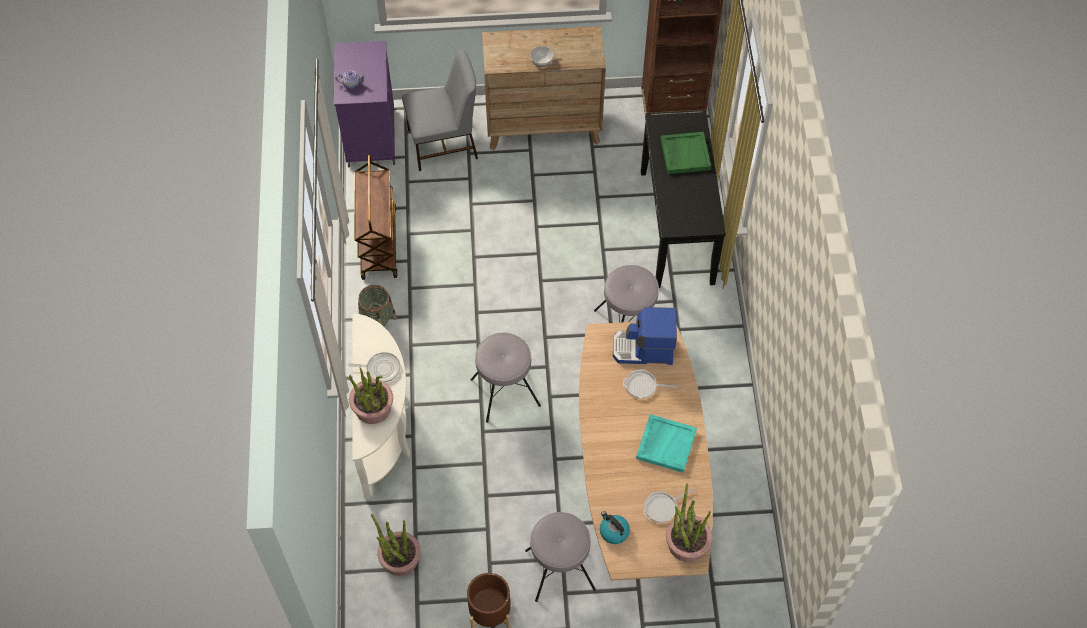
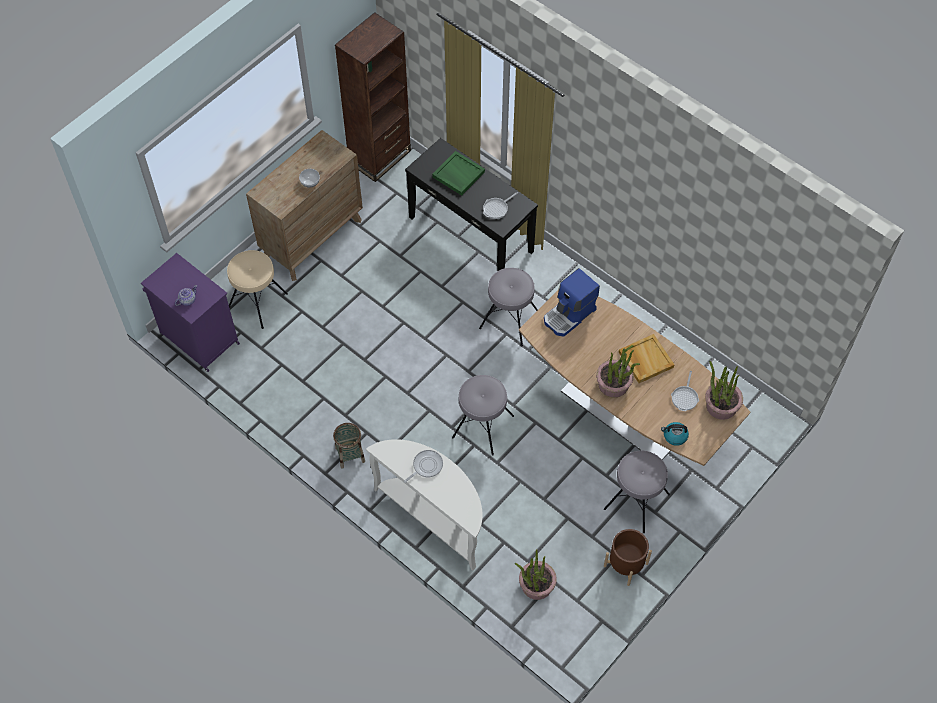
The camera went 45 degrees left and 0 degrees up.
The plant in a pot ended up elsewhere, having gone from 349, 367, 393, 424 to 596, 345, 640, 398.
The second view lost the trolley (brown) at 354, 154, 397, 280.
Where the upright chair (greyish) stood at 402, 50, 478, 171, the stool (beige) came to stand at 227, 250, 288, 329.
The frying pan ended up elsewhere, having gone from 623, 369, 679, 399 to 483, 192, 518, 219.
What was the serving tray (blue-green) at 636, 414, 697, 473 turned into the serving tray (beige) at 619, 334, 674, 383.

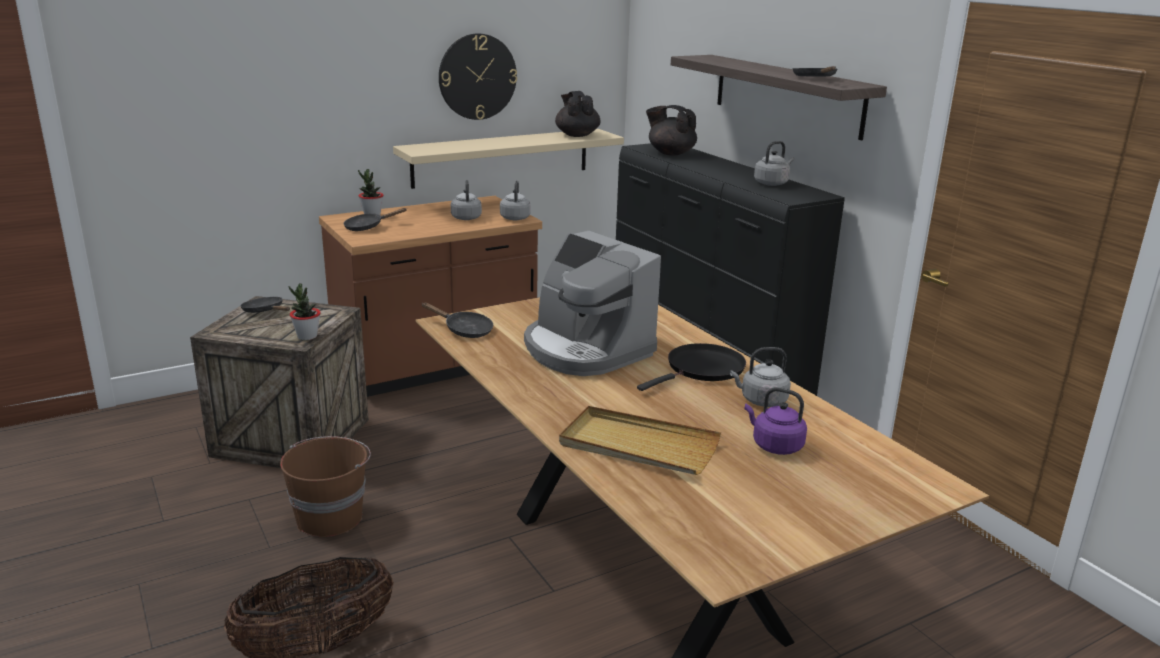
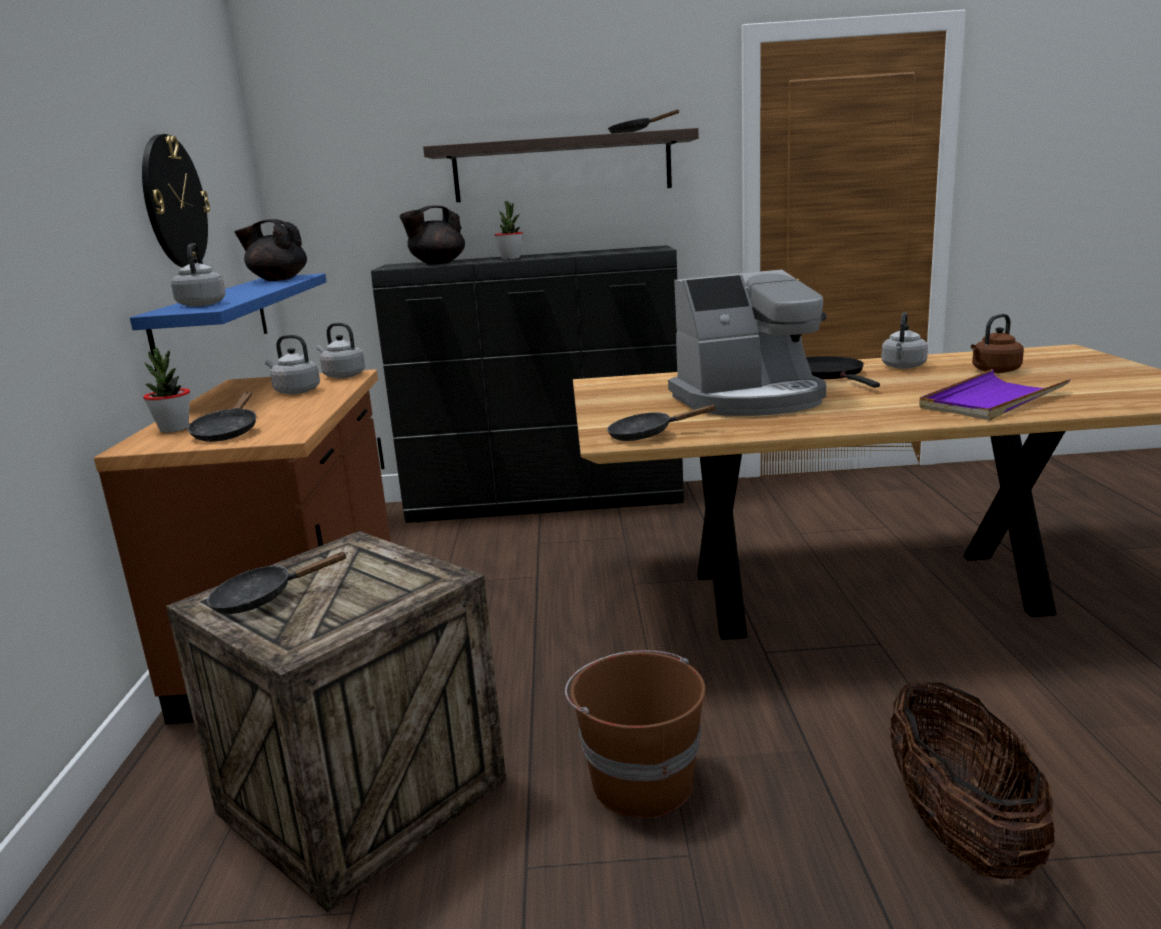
The camera went 60 degrees left and 5 degrees down.
The plant in a pot ended up elsewhere, having gone from 288, 283, 321, 340 to 494, 201, 523, 260.
What was the shelf (beige) at 393, 129, 624, 189 turned into the shelf (bluish) at 130, 273, 327, 371.
The frying pan (blackish) at 422, 303, 493, 338 ended up facing another way, 150 degrees counterclockwise from before.
What was the serving tray (beige) at 559, 406, 721, 475 turned into the serving tray (purple-coloured) at 919, 369, 1071, 420.
What was the kettle (purple-coloured) at 745, 387, 807, 455 turned into the kettle (brown) at 971, 314, 1024, 373.
The kettle (greyish) ended up elsewhere, having gone from 754, 141, 794, 186 to 171, 243, 226, 307.

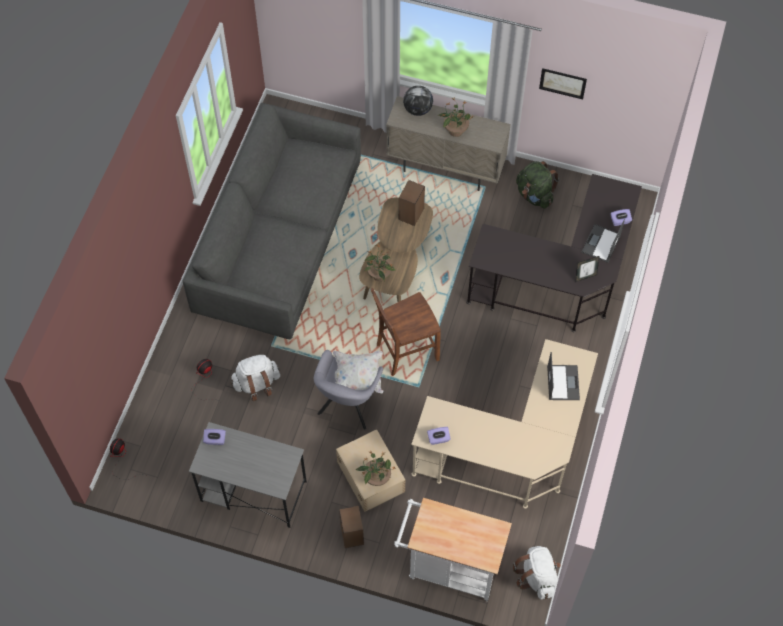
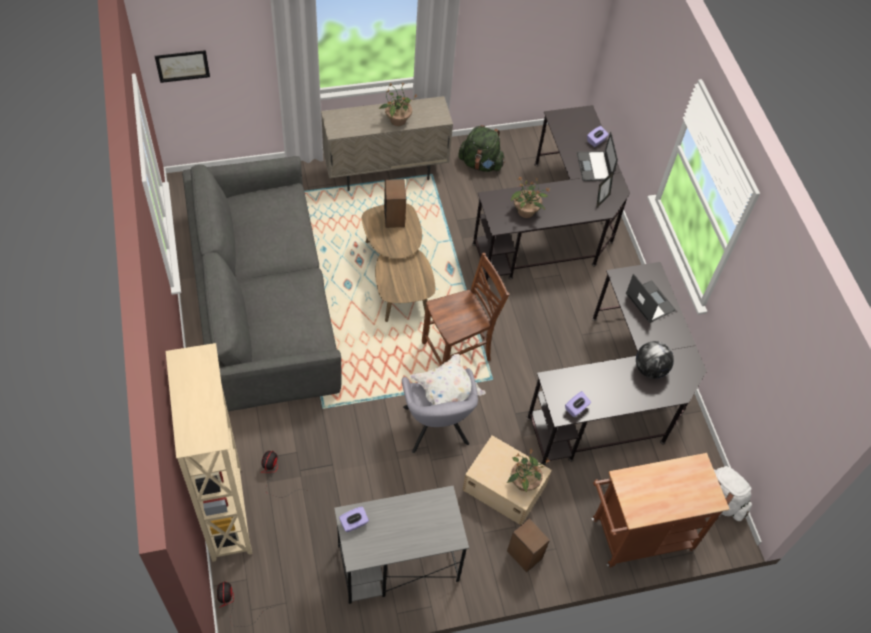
The camera went 35 degrees left and 5 degrees down.
The second view lost the knapsack (white-coloured) at 231, 355, 280, 401.
The plant in a pot ended up elsewhere, having gone from 365, 244, 396, 281 to 511, 176, 551, 218.
The upright chair (brown) at 371, 288, 441, 376 ended up facing another way, 150 degrees counterclockwise from before.
What was the trolley (white-coloured) at 394, 498, 512, 601 turned into the trolley (brown) at 591, 453, 729, 568.
The world globe ended up elsewhere, having gone from 403, 86, 433, 116 to 636, 341, 674, 379.
What was the desk unit (beige) at 411, 339, 598, 509 turned into the desk unit (blackish) at 526, 262, 707, 466.
The picture ended up elsewhere, having gone from 539, 68, 587, 99 to 155, 50, 210, 83.
The second view gained the bookshelf (beige) at 166, 343, 253, 562.

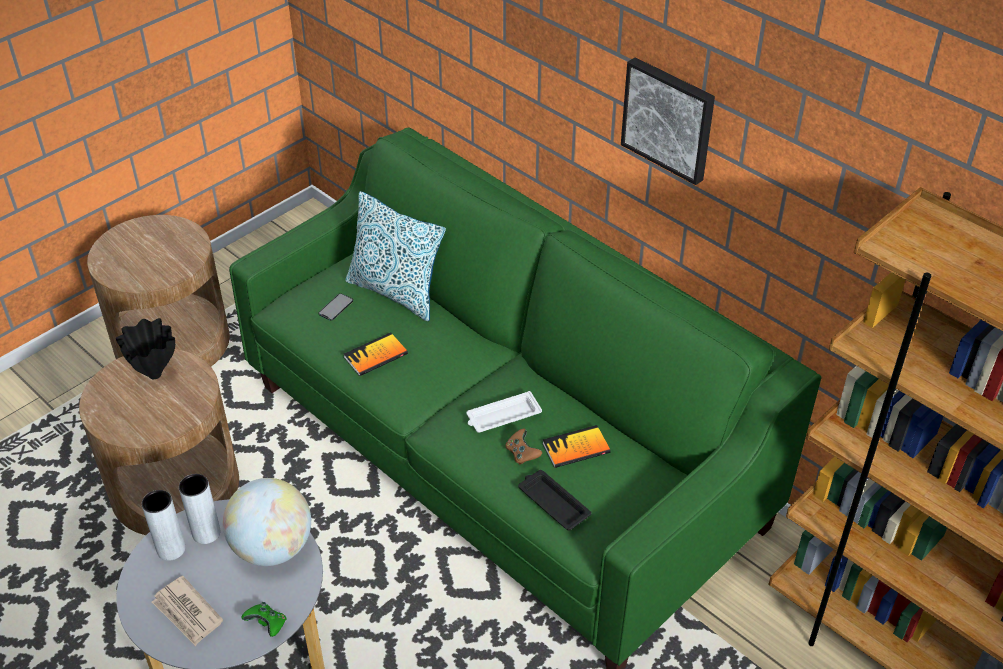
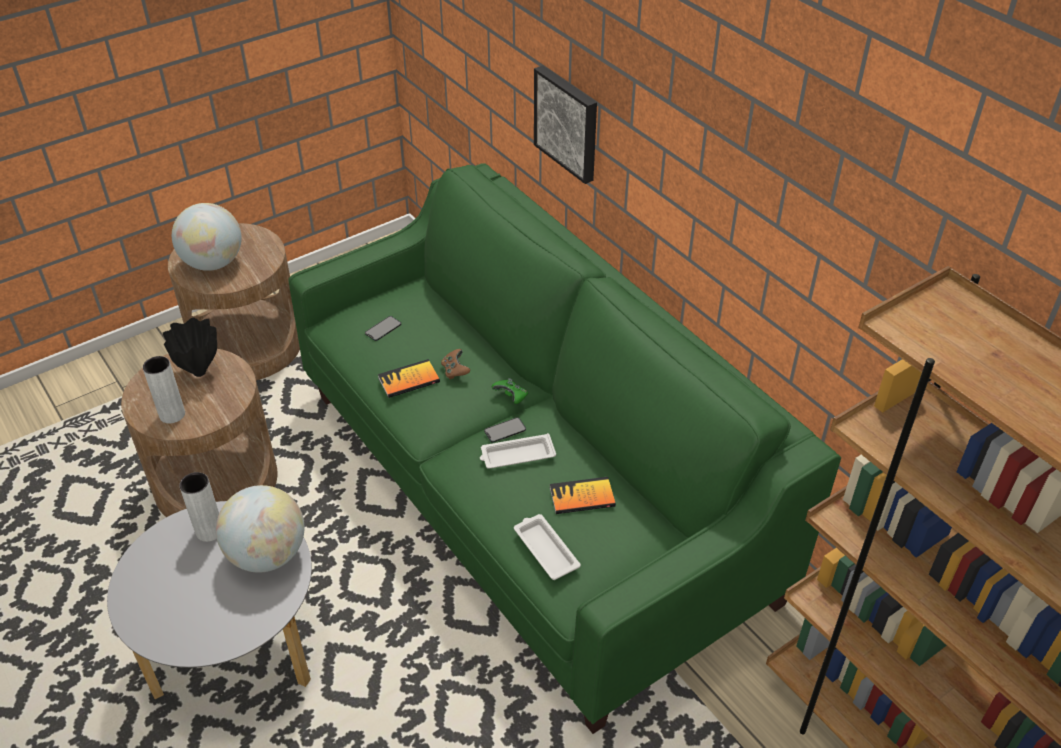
The camera went 10 degrees right and 0 degrees up.
The decorative vase (greyish) ended up elsewhere, having gone from 142, 490, 186, 561 to 143, 356, 185, 424.
The second view lost the newspaper at 152, 576, 223, 646.
The game controller (green-coloured) ended up elsewhere, having gone from 242, 602, 287, 637 to 492, 378, 528, 404.
The second view lost the throw pillow at 345, 191, 446, 321.
The game controller (brown) ended up elsewhere, having gone from 506, 429, 542, 465 to 441, 349, 470, 379.
What was the serving tray (blackish) at 518, 470, 592, 531 turned into the serving tray (white-coloured) at 514, 514, 581, 580.
The picture ended up elsewhere, having gone from 621, 57, 715, 185 to 534, 65, 597, 184.
The second view gained the world globe at 172, 203, 242, 271.
The second view gained the phone at 484, 417, 526, 442.

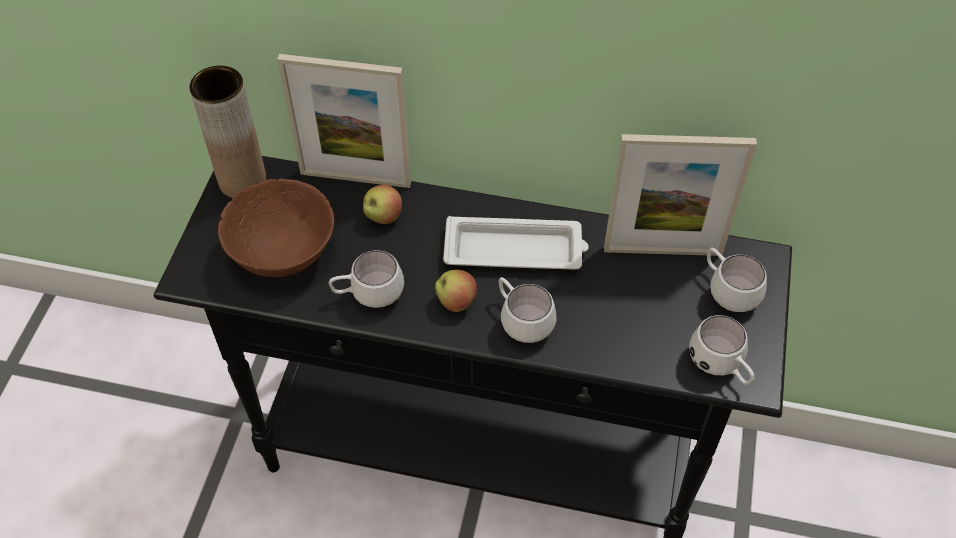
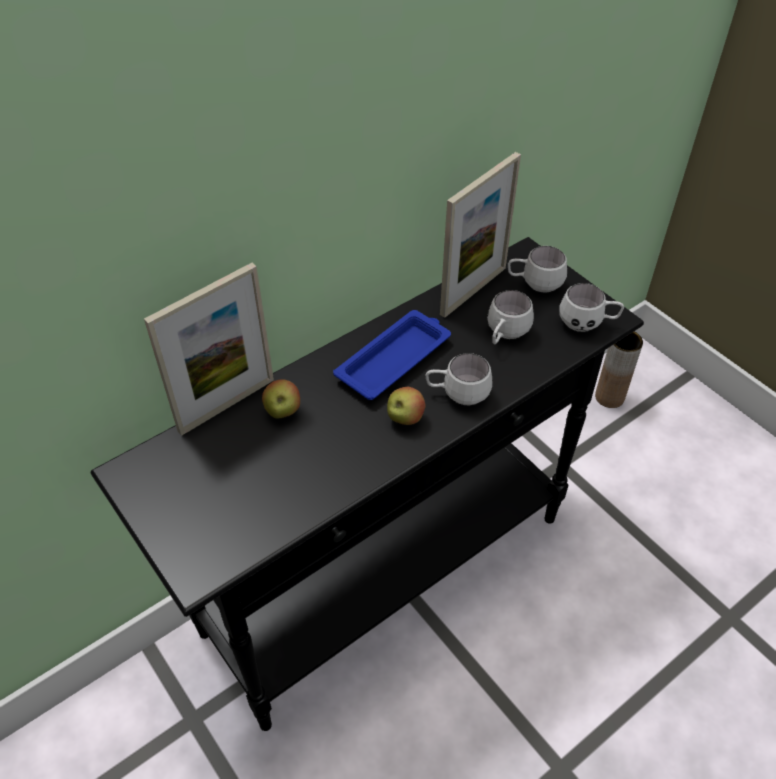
The camera went 50 degrees left and 5 degrees down.
The decorative vase (brown) ended up elsewhere, having gone from 189, 66, 266, 198 to 595, 331, 643, 408.
The second view lost the deep dish (brown) at 218, 179, 334, 277.
The tea mug (white-coloured) ended up elsewhere, having gone from 329, 250, 404, 308 to 487, 290, 534, 344.
What was the serving tray (white-coloured) at 443, 216, 589, 270 turned into the serving tray (bluish) at 333, 310, 451, 400.

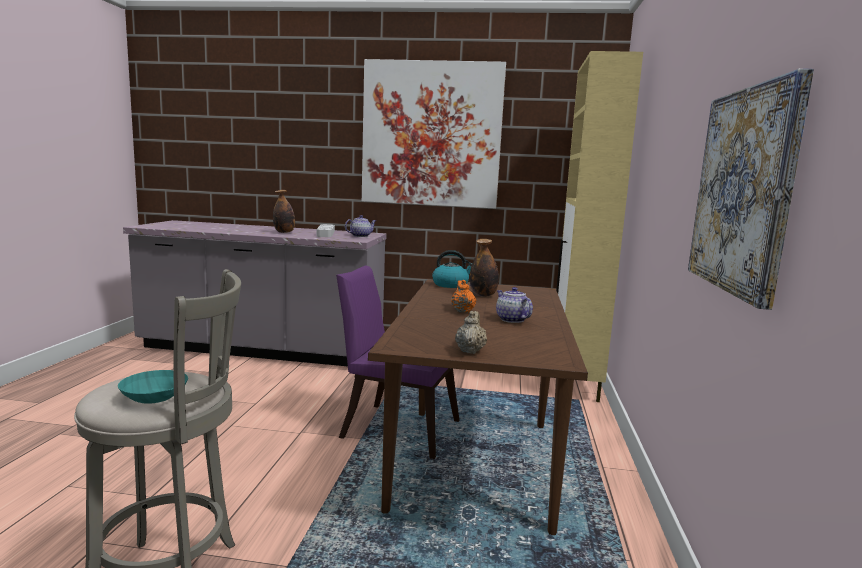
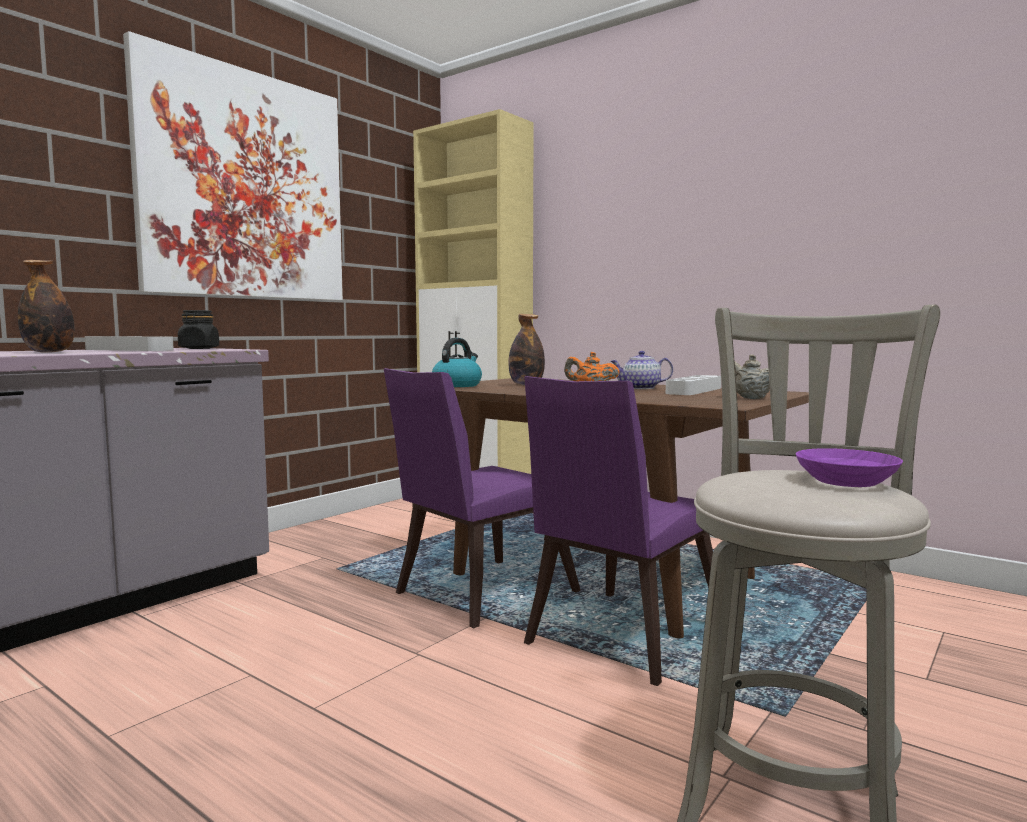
The camera went 60 degrees left and 5 degrees down.
What was the deep dish (blue-green) at 118, 370, 188, 404 turned into the deep dish (purple-coloured) at 795, 448, 903, 487.
Where the teapot stood at 345, 215, 376, 237, the jar (blackish) came to stand at 178, 310, 219, 349.
The second view lost the picture at 688, 69, 814, 310.
The second view gained the upright chair (purple-coloured) at 524, 376, 713, 686.
The second view gained the serving tray (greyish) at 666, 375, 721, 395.

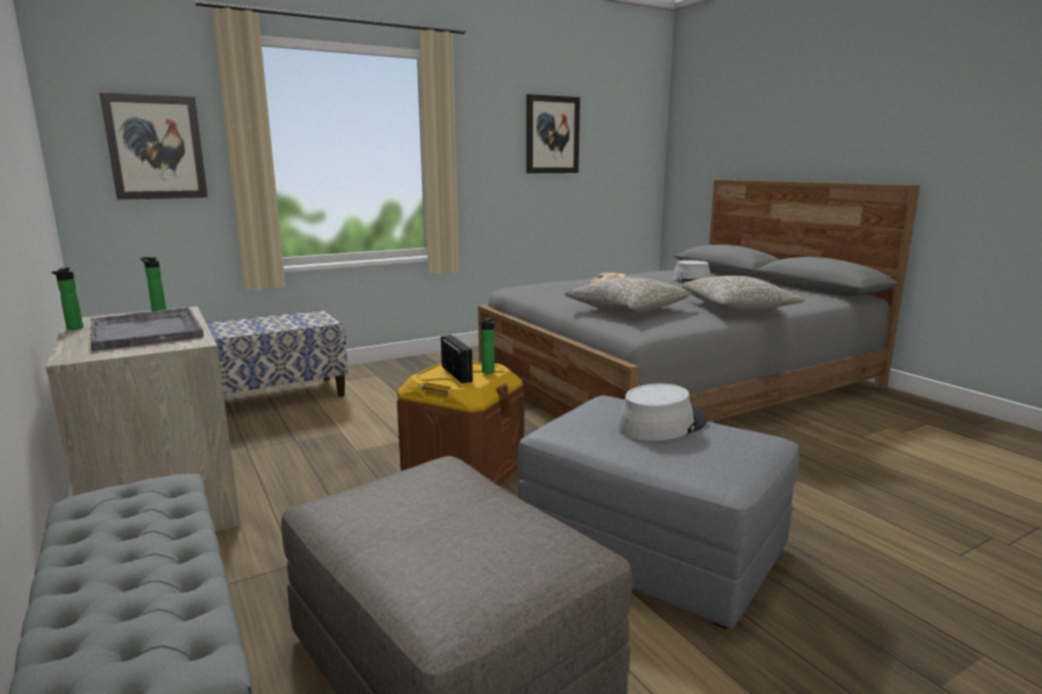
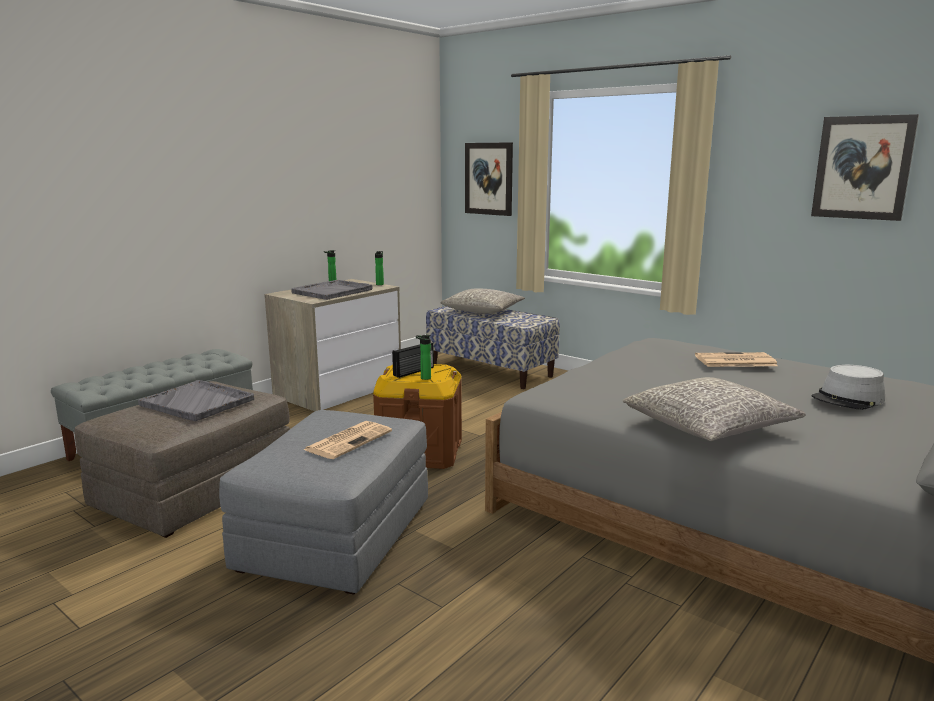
The camera went 70 degrees right and 0 degrees up.
The throw pillow (greyish) ended up elsewhere, having gone from 565, 277, 691, 313 to 441, 289, 525, 313.
Where the wearable hat (greyish) stood at 618, 384, 707, 441, the newspaper came to stand at 303, 421, 392, 459.
The second view gained the serving tray (greyish) at 138, 380, 254, 421.

